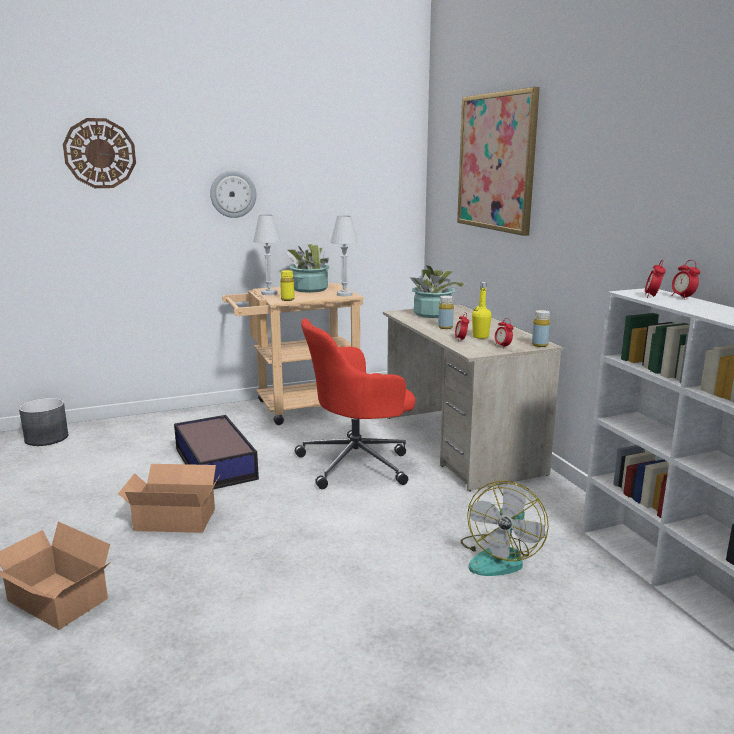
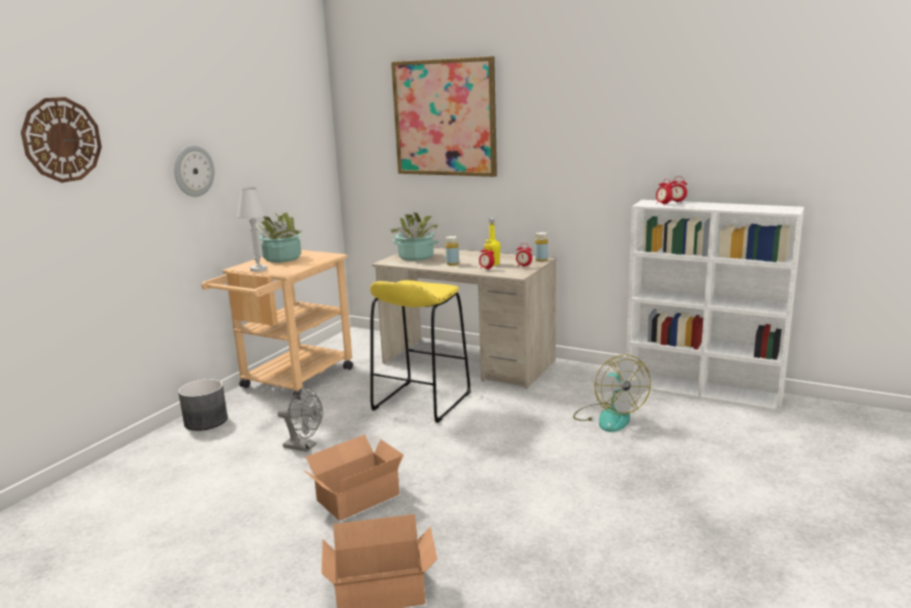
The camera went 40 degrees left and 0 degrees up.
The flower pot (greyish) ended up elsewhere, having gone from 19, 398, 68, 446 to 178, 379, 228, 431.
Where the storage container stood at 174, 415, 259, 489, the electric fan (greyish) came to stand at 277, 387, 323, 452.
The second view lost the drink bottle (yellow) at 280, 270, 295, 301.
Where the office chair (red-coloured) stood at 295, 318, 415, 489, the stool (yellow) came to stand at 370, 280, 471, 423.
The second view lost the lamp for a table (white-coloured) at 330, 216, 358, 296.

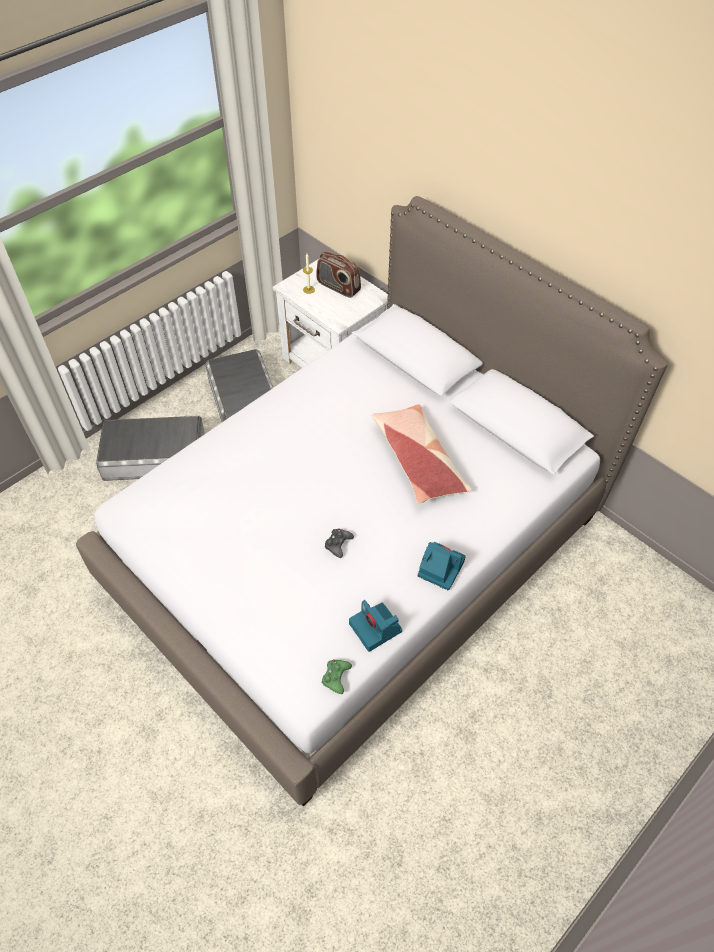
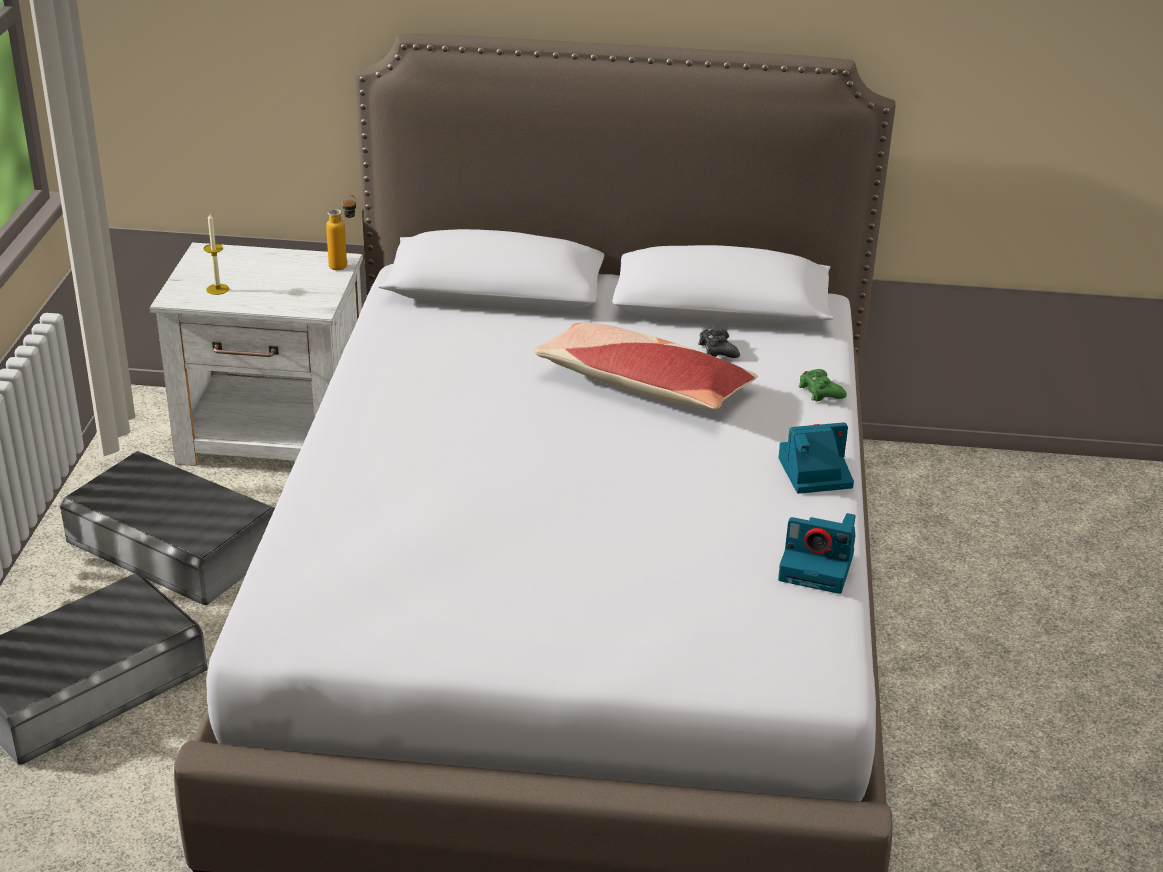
The camera went 40 degrees left and 20 degrees down.
The second view lost the radio set at 316, 251, 361, 298.
The game controller (green-coloured) ended up elsewhere, having gone from 322, 659, 352, 694 to 798, 369, 847, 401.
The game controller (blackish) ended up elsewhere, having gone from 325, 528, 354, 558 to 698, 329, 740, 358.
The second view gained the drink bottle at 326, 195, 356, 270.

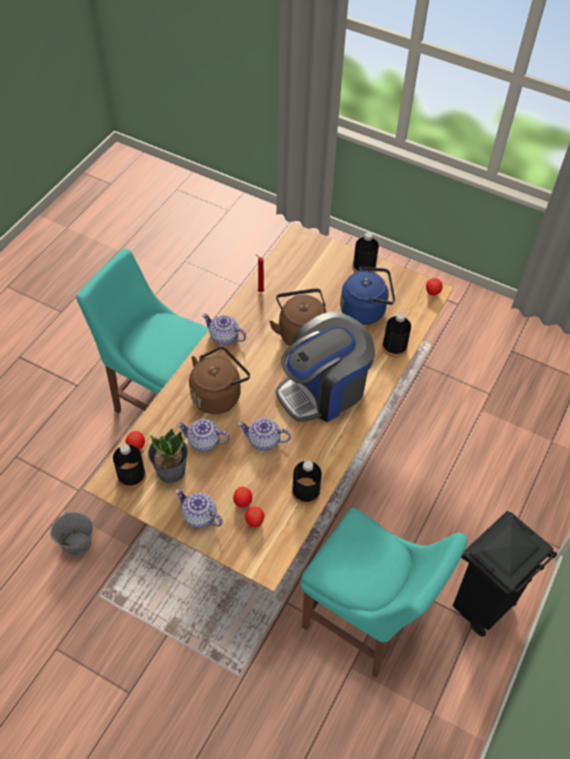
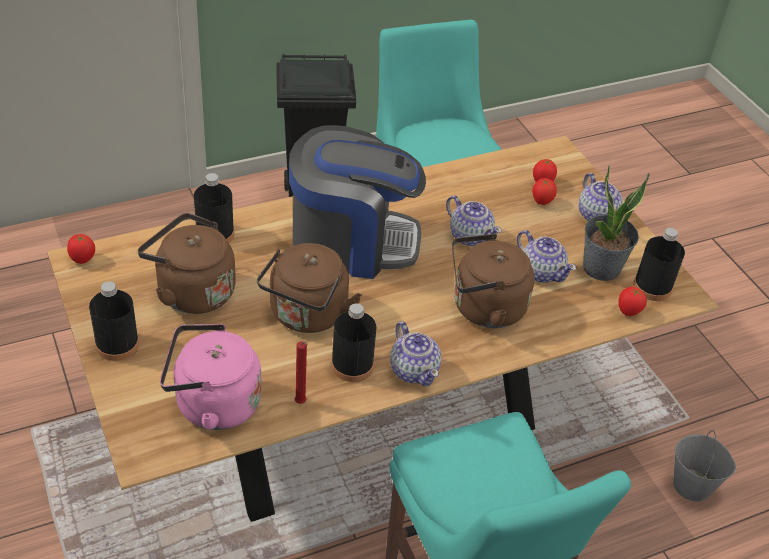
The camera went 145 degrees left and 10 degrees down.
The drink bottle (blackish) ended up elsewhere, having gone from 292, 461, 322, 505 to 331, 303, 377, 382.
What was the kettle (bluish) at 340, 267, 395, 325 turned into the kettle (brown) at 138, 213, 236, 314.
The second view gained the kettle (pink-coloured) at 160, 324, 262, 430.

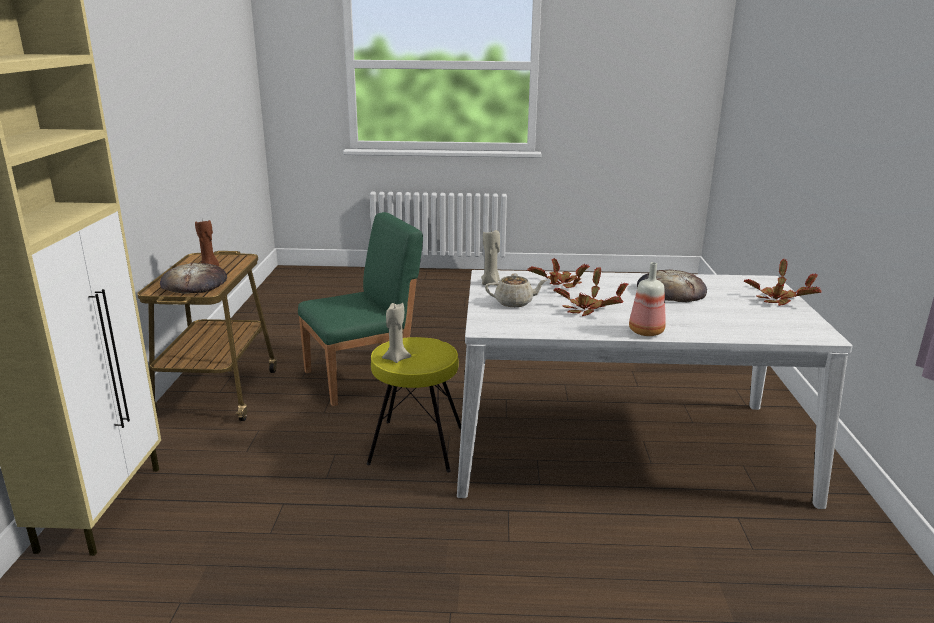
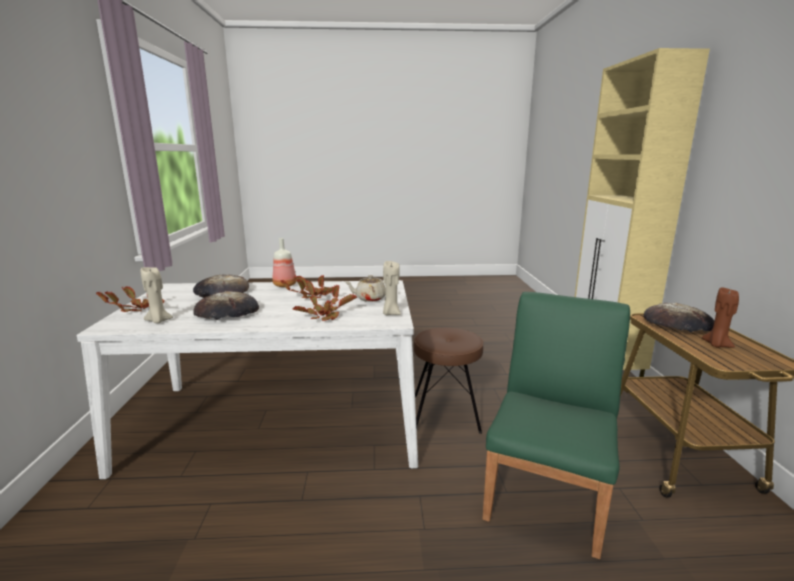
The camera went 175 degrees right and 5 degrees down.
The upright chair (green-coloured) at 298, 212, 423, 406 ended up facing another way, 150 degrees clockwise from before.
What was the stool (yellow) at 367, 337, 461, 473 turned into the stool (brown) at 414, 328, 483, 434.
The wax candle (beige) ended up elsewhere, having gone from 382, 303, 411, 363 to 141, 267, 173, 323.
The second view gained the baked bread at 193, 274, 249, 298.

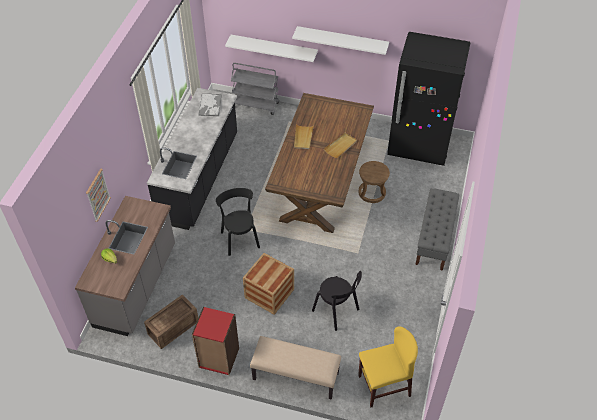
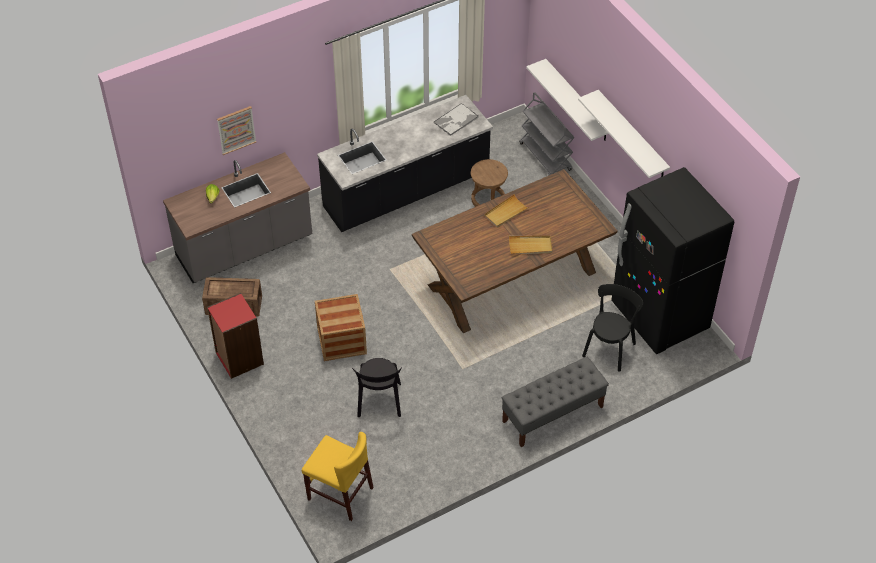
The camera went 45 degrees right and 0 degrees up.
The upright chair (blackish) ended up elsewhere, having gone from 216, 188, 260, 256 to 582, 284, 643, 372.
The second view lost the bench (beige) at 250, 336, 341, 400.
The stool (brown) ended up elsewhere, having gone from 358, 161, 390, 203 to 471, 159, 508, 207.

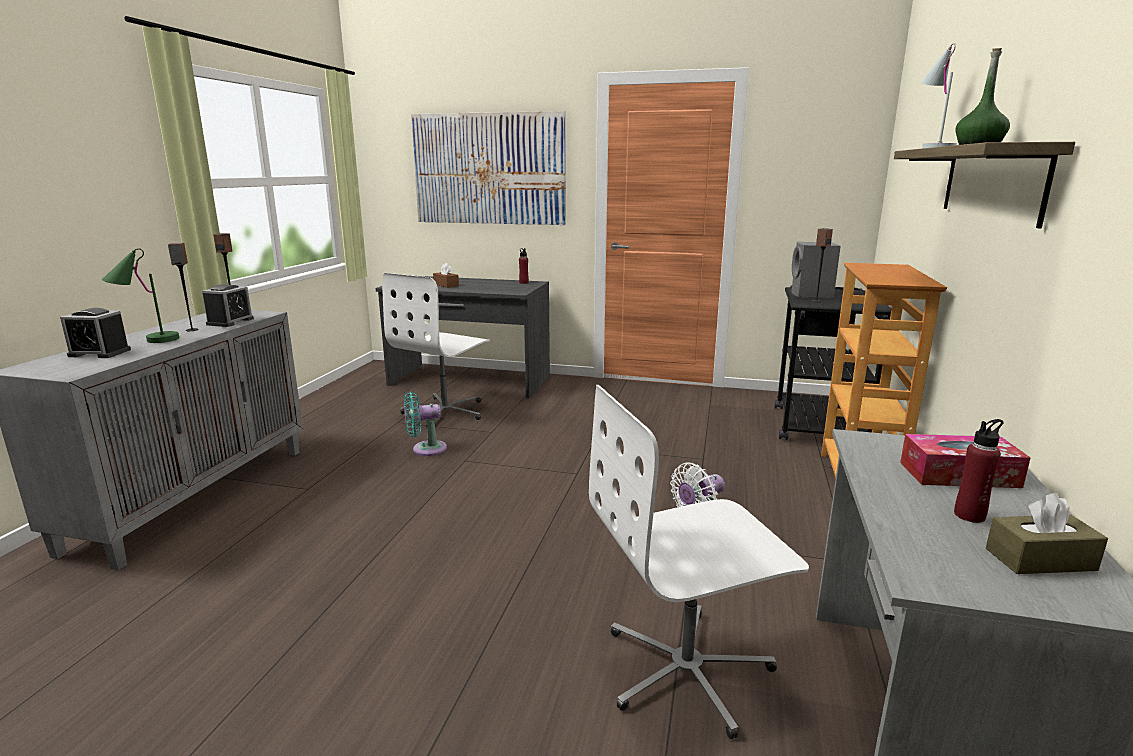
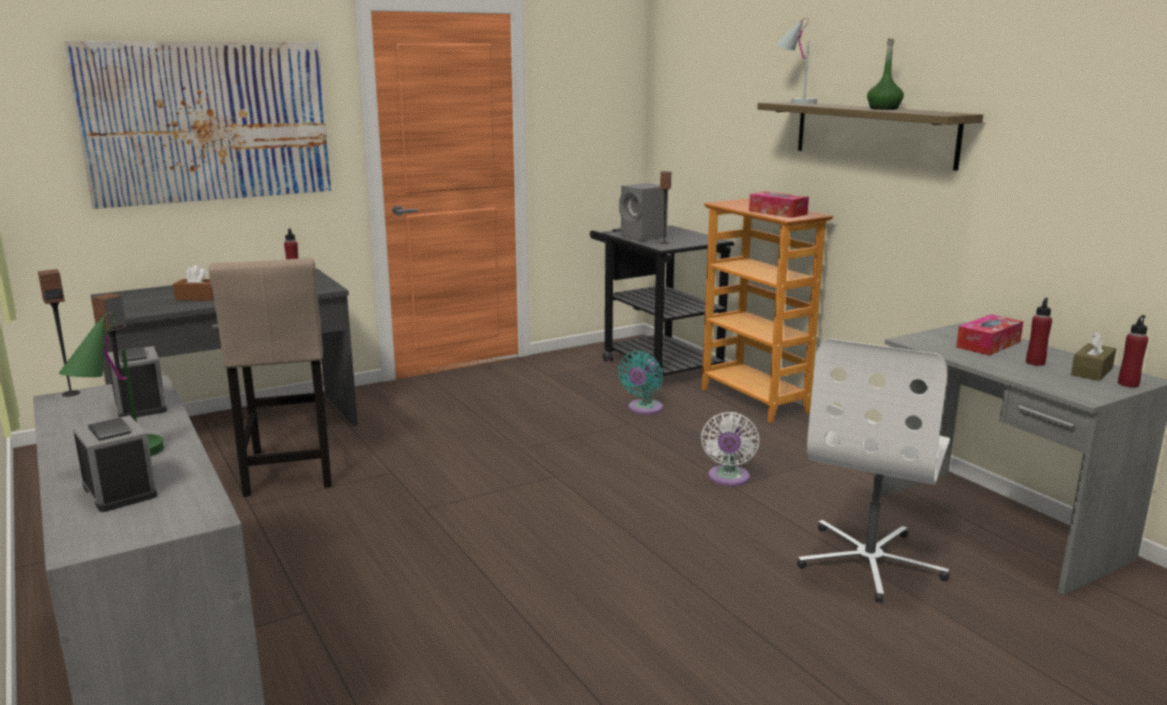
The camera went 45 degrees left and 0 degrees up.
The bedside clock at 60, 308, 131, 358 ended up facing another way, 90 degrees counterclockwise from before.
Where the office chair (white-coloured) stood at 382, 273, 490, 428, the stool (beige) came to stand at 209, 258, 332, 497.
The electric fan (blue-green) ended up elsewhere, having gone from 404, 392, 447, 456 to 618, 351, 663, 414.
The second view gained the box of tissues at 749, 191, 809, 218.
The second view gained the drink bottle (red-coloured) at 1118, 315, 1148, 388.

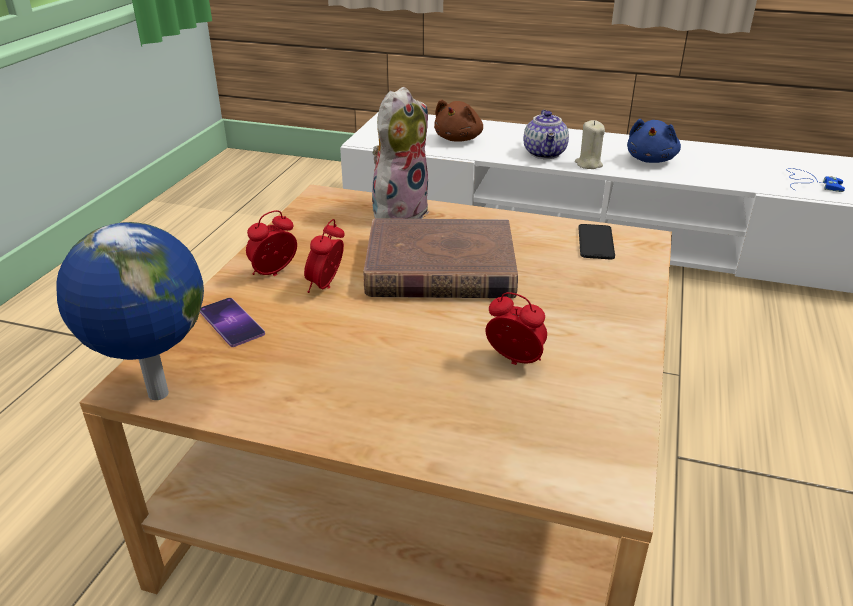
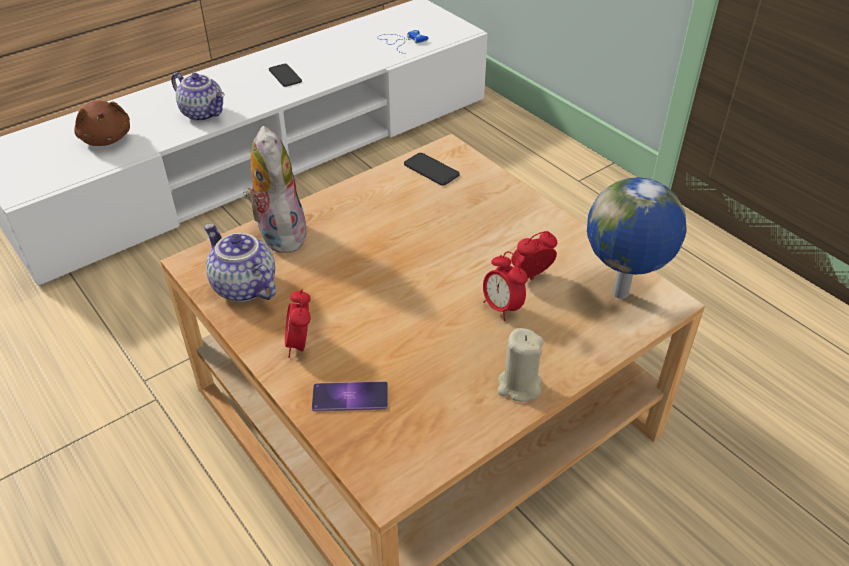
The camera went 55 degrees left and 10 degrees up.
The world globe ended up elsewhere, having gone from 56, 222, 204, 400 to 587, 177, 686, 299.
The bedside clock ended up elsewhere, having gone from 304, 219, 345, 293 to 483, 251, 528, 321.
The second view lost the book (brown) at 363, 218, 518, 298.
The wax candle (beige) ended up elsewhere, having gone from 575, 120, 605, 169 to 498, 328, 544, 402.
Where the soft toy (bluish) stood at 627, 119, 681, 163, the phone came to stand at 269, 64, 302, 87.
The second view gained the teapot at 204, 223, 276, 302.

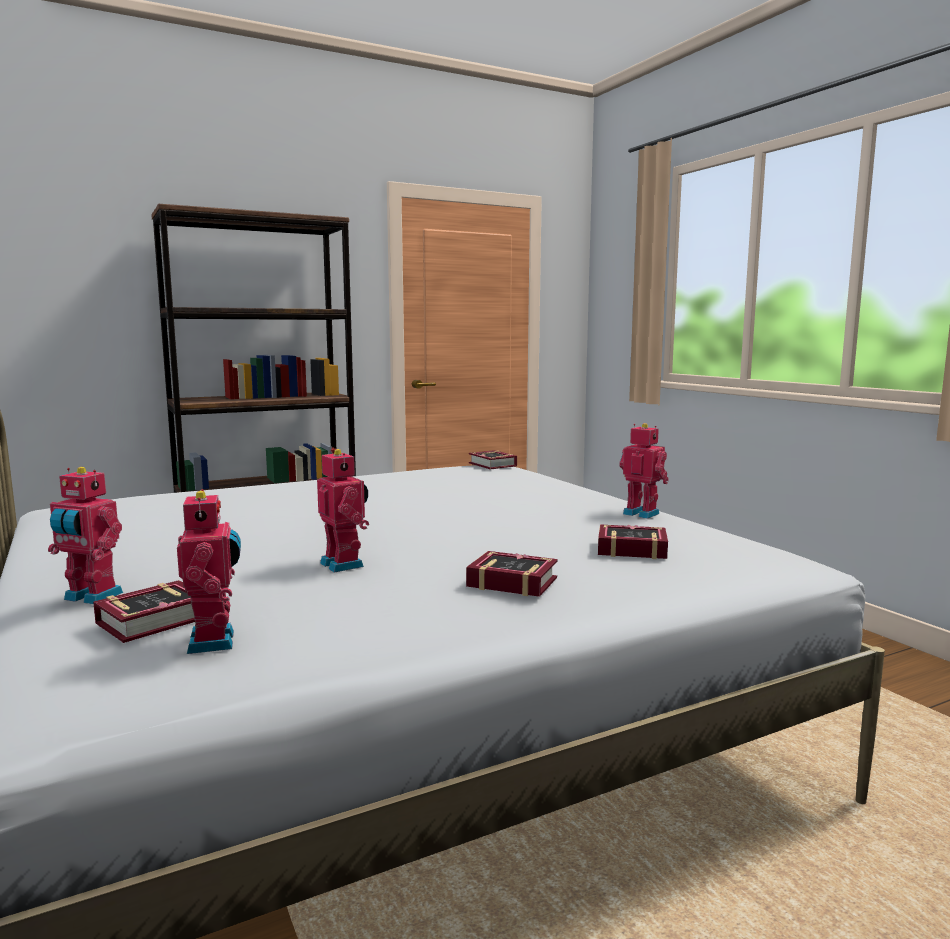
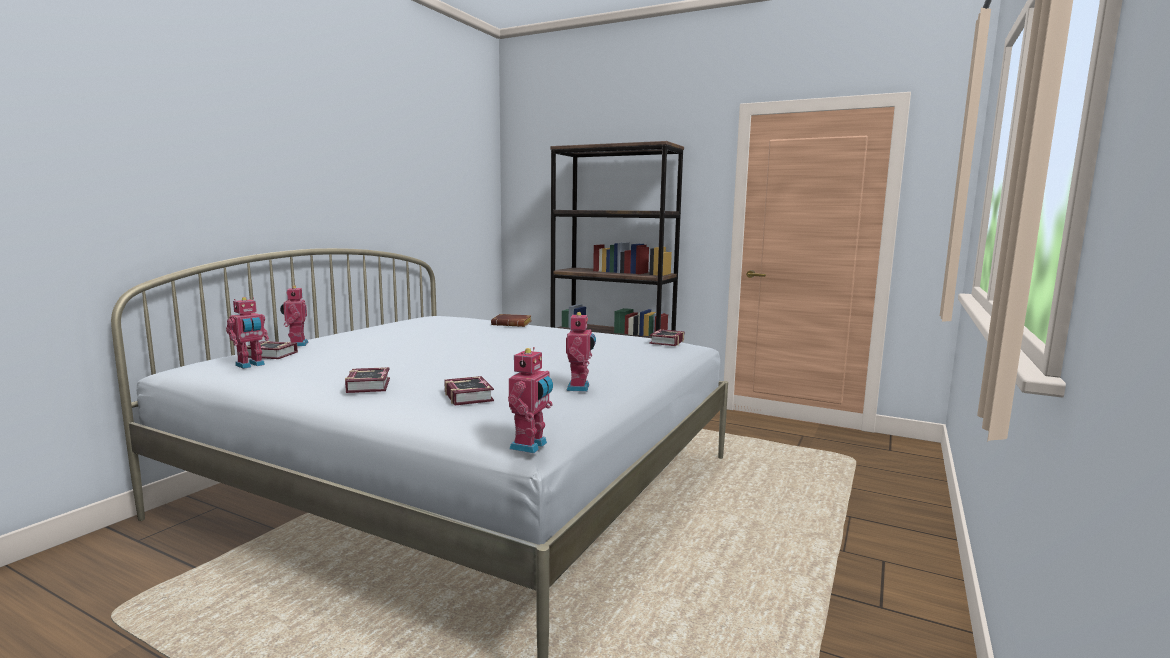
The camera went 55 degrees right and 0 degrees up.
The robot figure ended up elsewhere, having gone from 317, 449, 369, 573 to 508, 347, 553, 453.
The second view gained the book (brown) at 491, 314, 532, 327.

